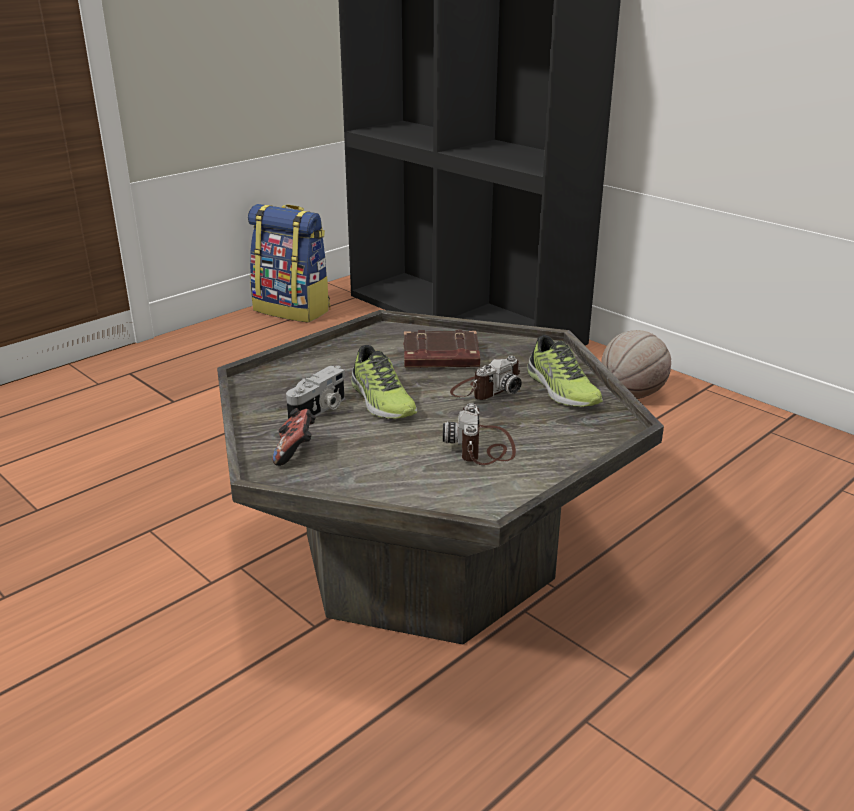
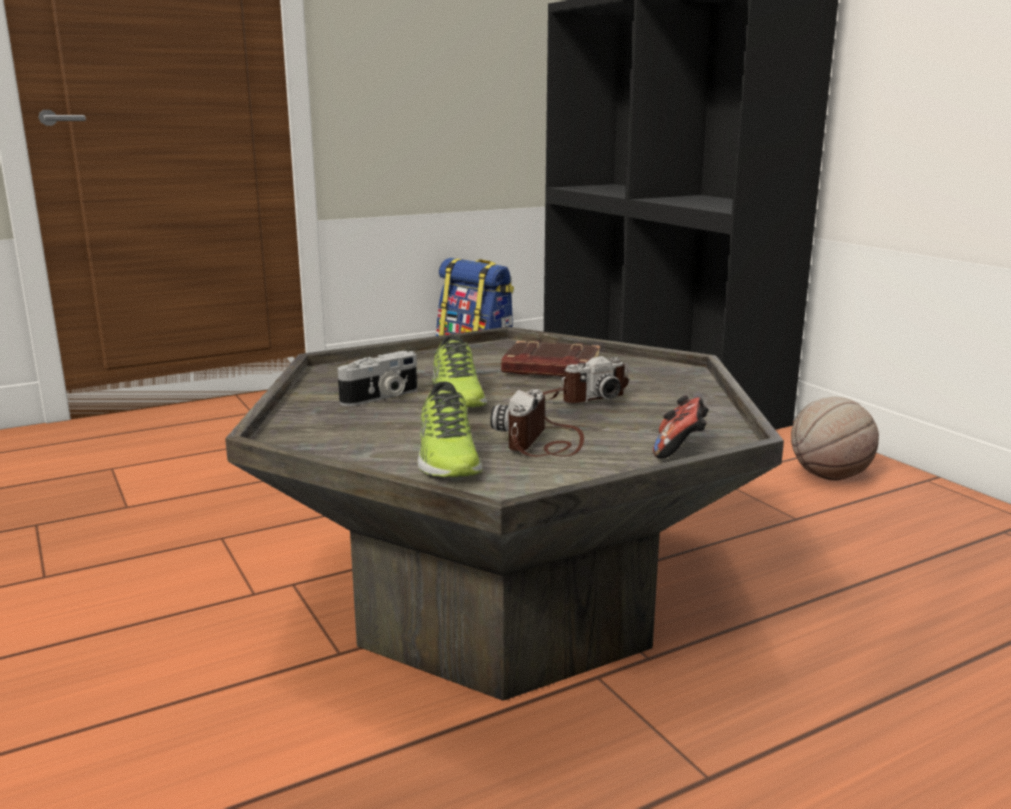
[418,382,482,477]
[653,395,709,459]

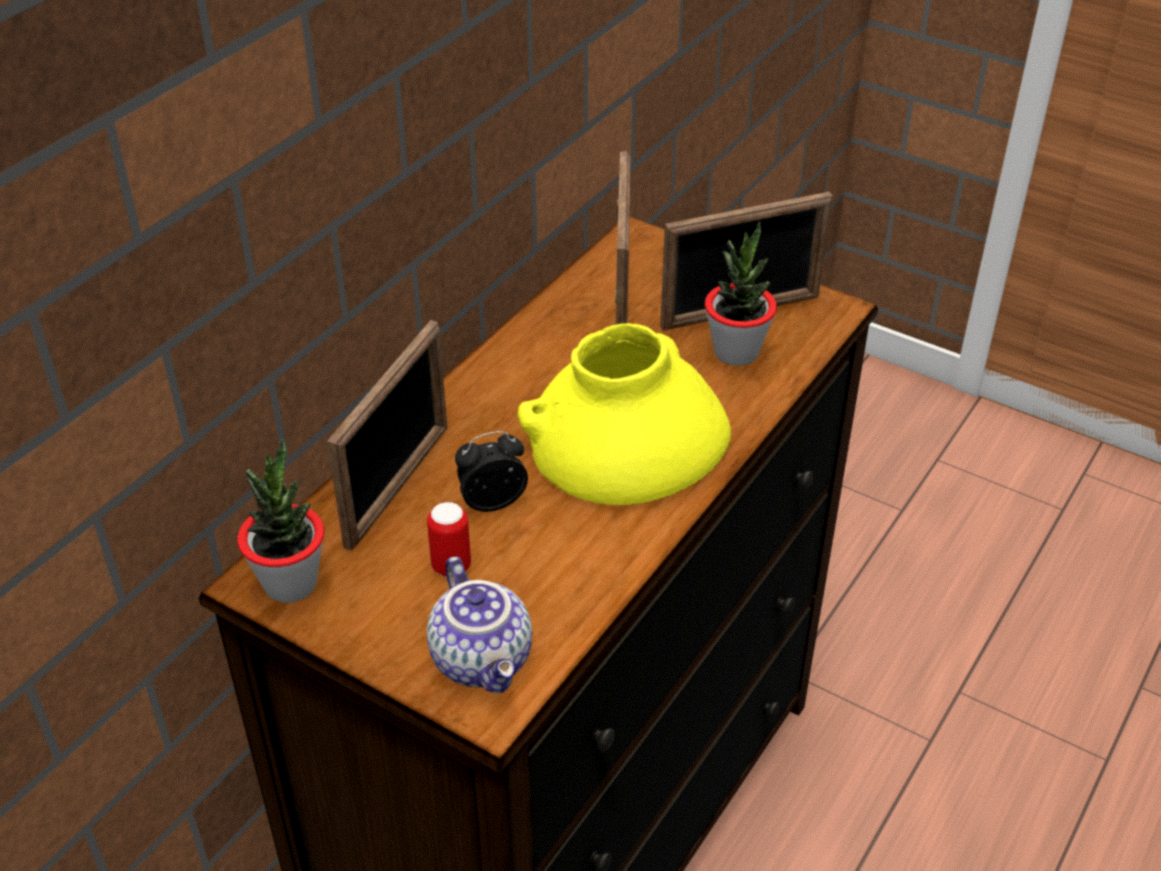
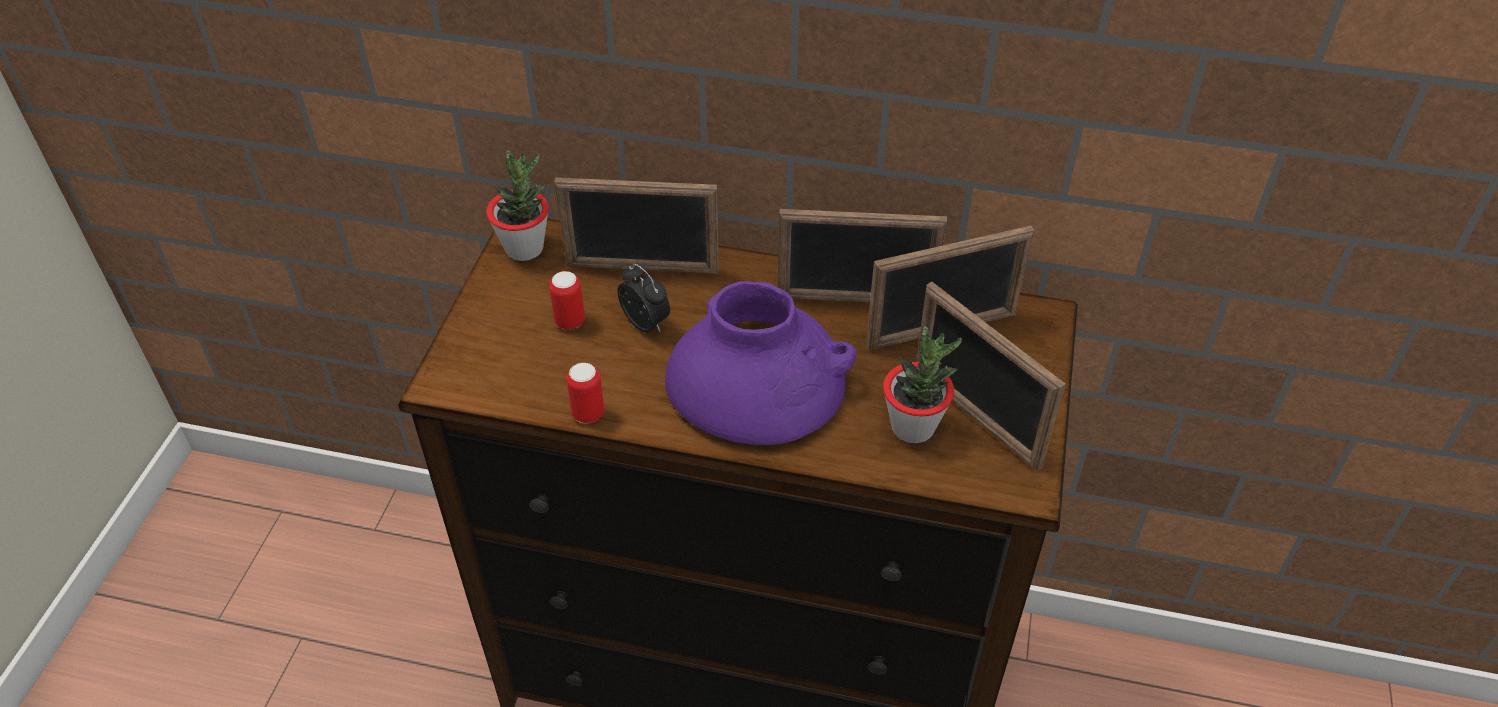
[665,281,856,445]
[427,556,533,694] (first image)
[778,209,947,303]
[566,363,604,423]

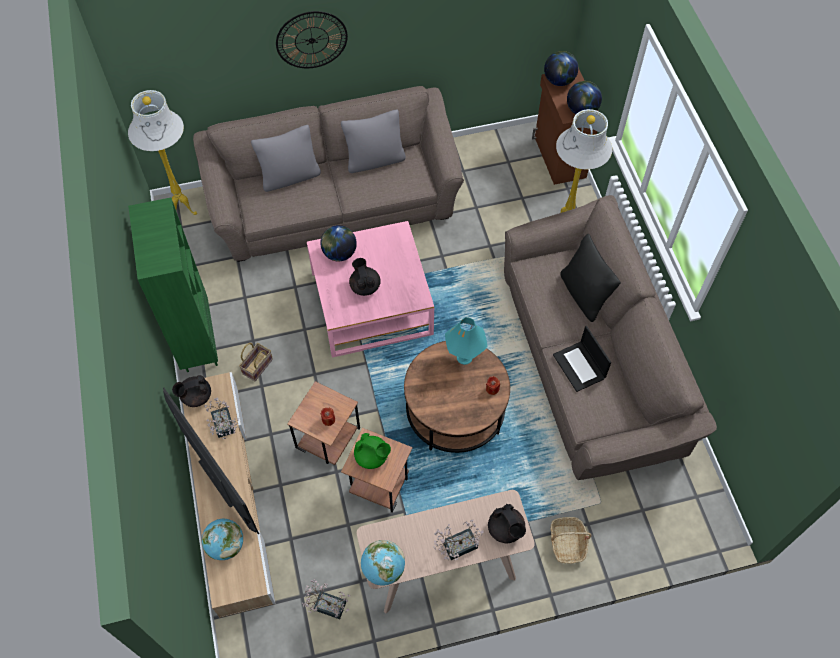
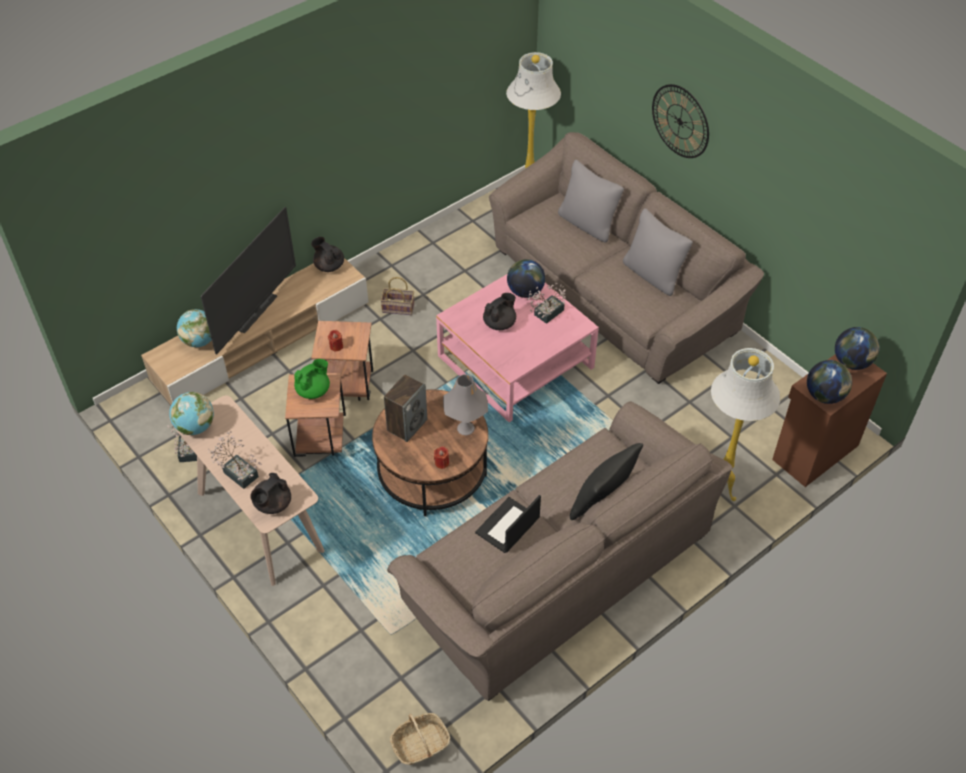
[128,198,218,372] (first image)
[443,374,488,435]
[527,283,566,324]
[294,359,330,399]
[390,713,450,765]
[384,374,427,442]

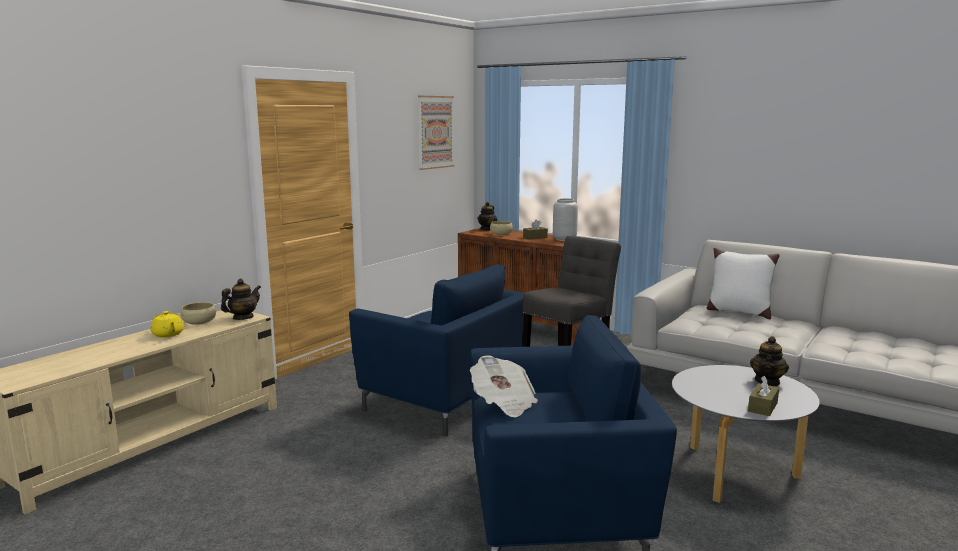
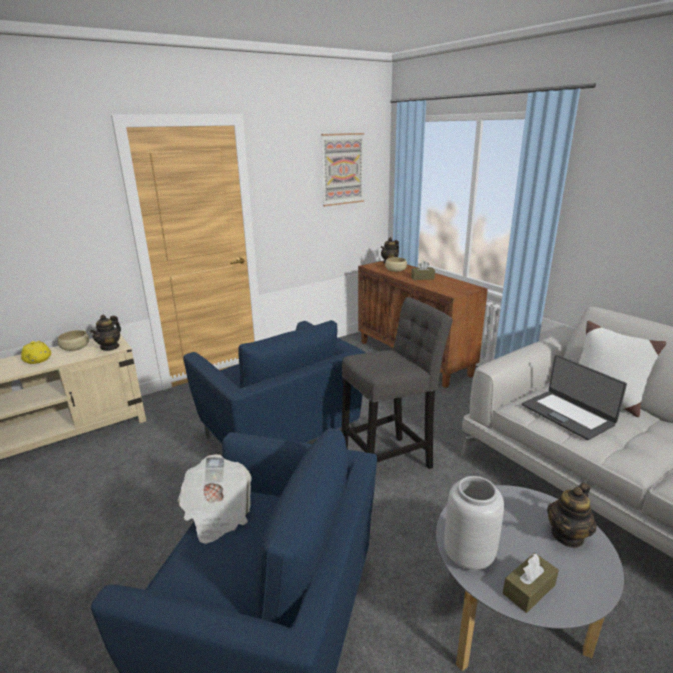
[444,476,504,570]
[90,315,121,351]
[522,355,627,440]

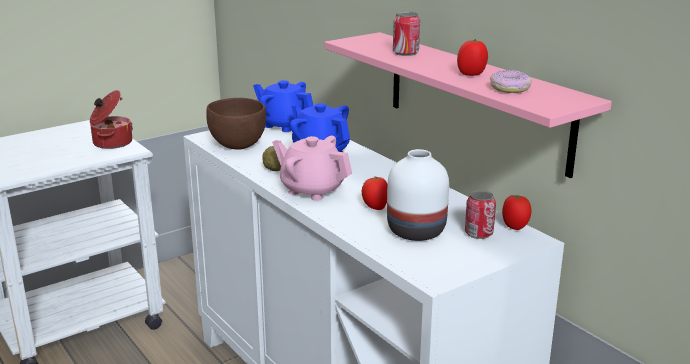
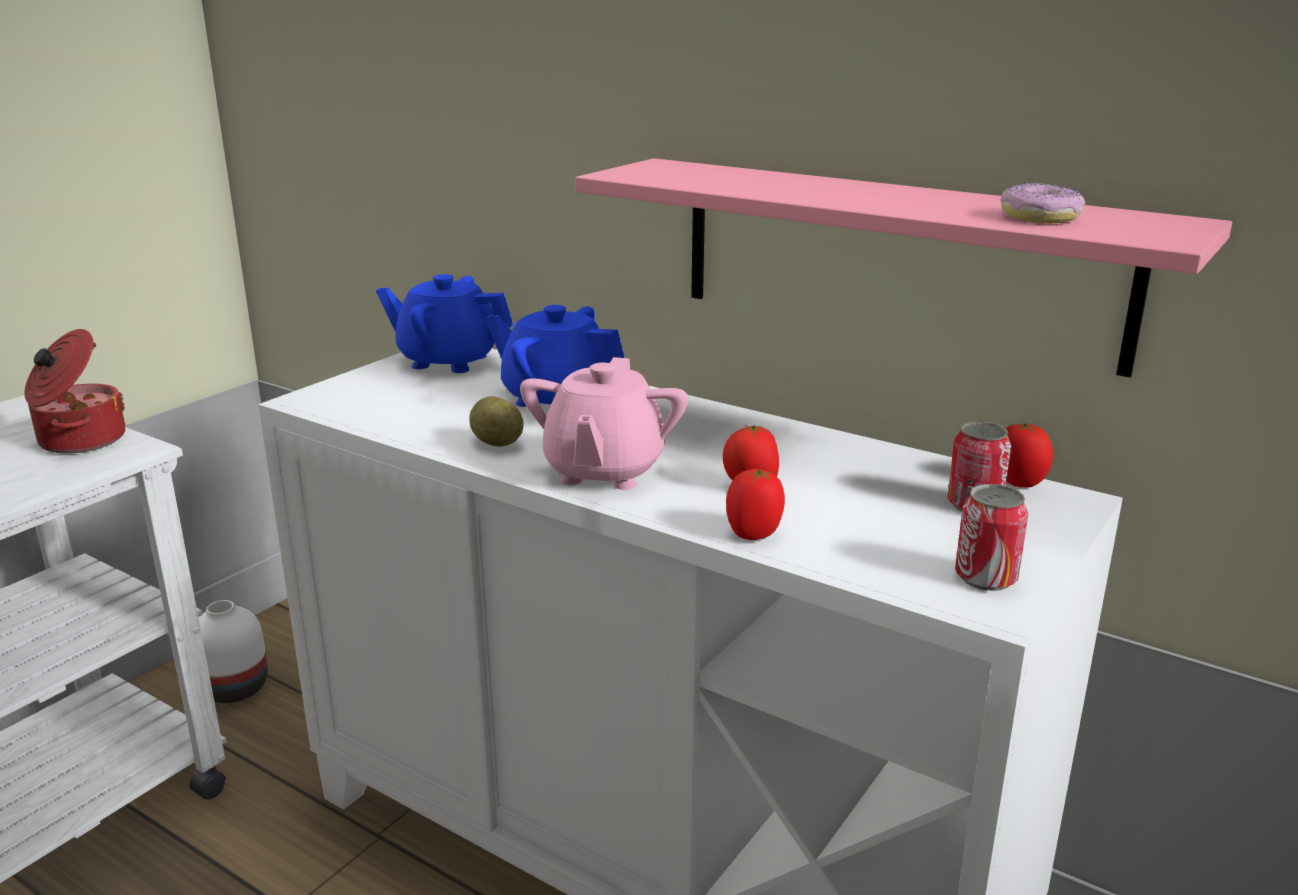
[955,484,1029,591]
[726,468,785,540]
[206,98,266,150] (first image)
[520,357,688,490]
[198,600,268,703]

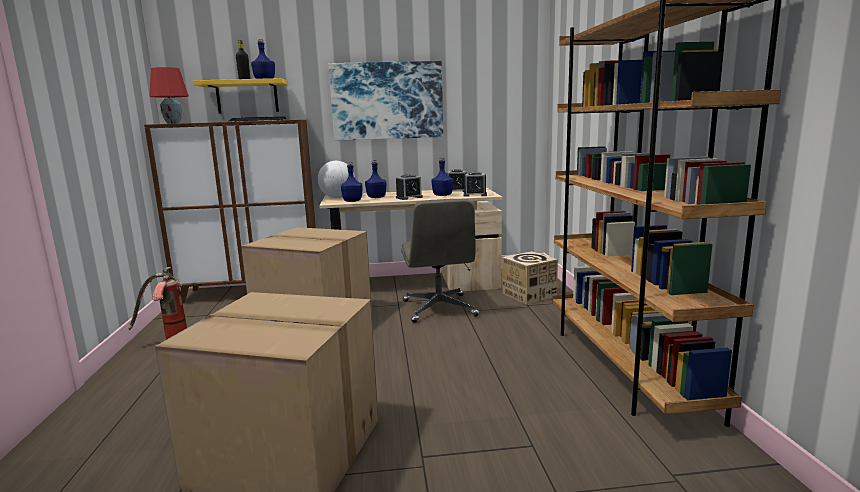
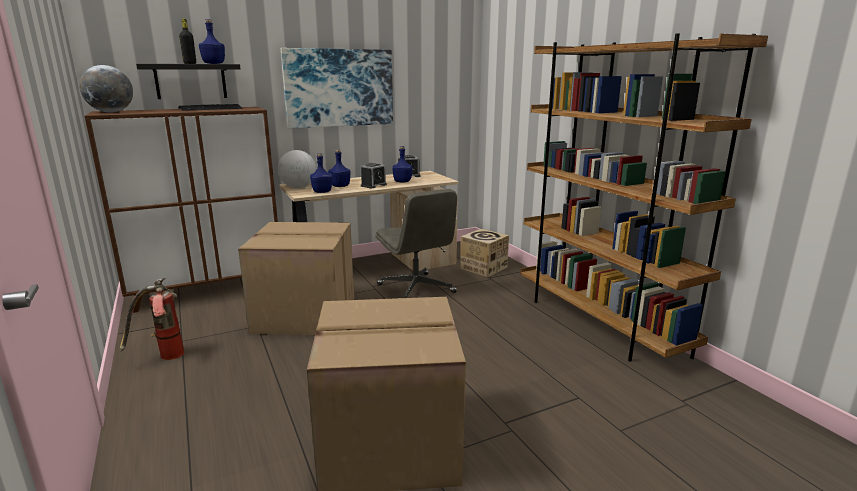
[79,65,133,113]
[136,64,240,99]
[464,172,487,197] (first image)

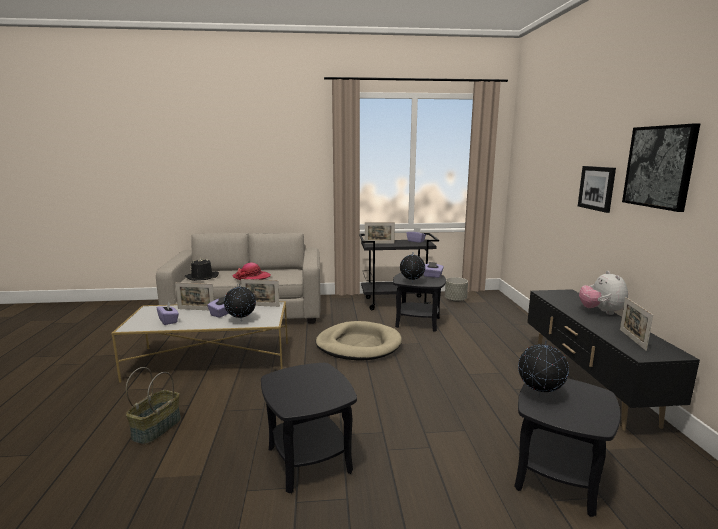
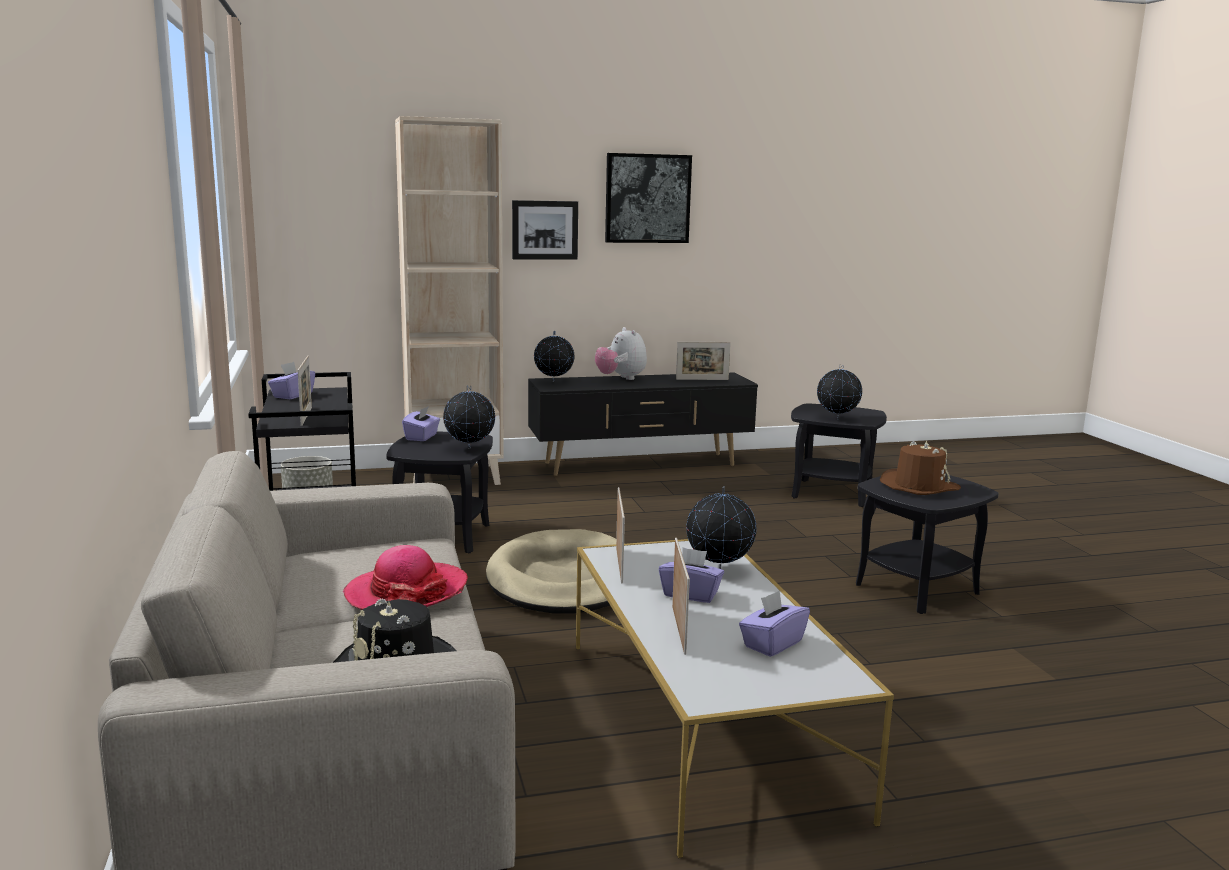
[595,327,647,380]
[126,367,181,444] (first image)
[395,116,504,485]
[534,331,575,382]
[880,440,961,495]

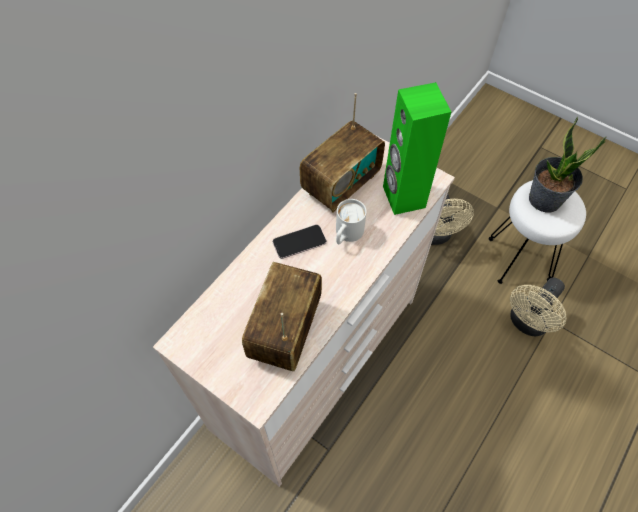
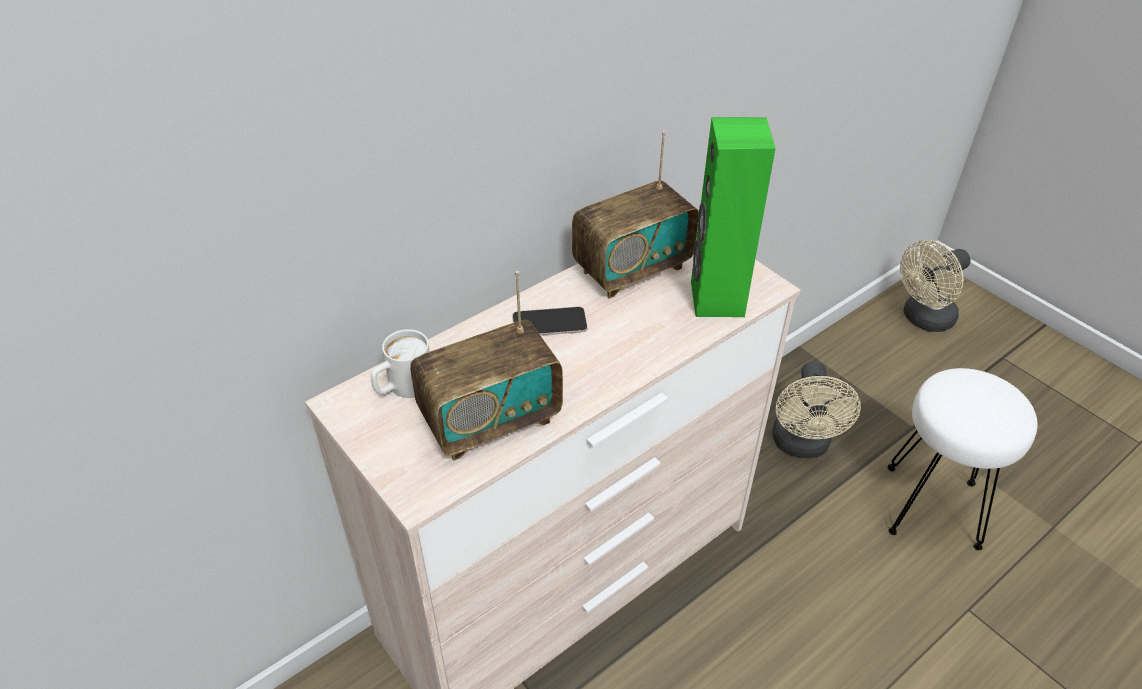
[529,116,606,213] (first image)
[371,329,430,398]
[410,271,563,461]
[900,240,971,332]

